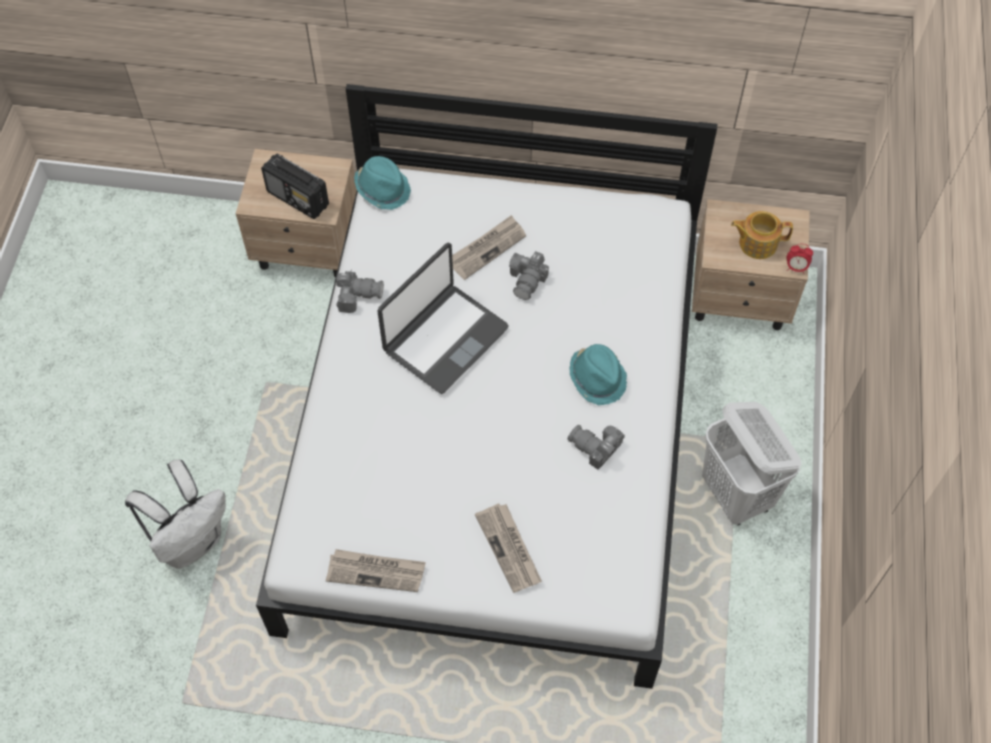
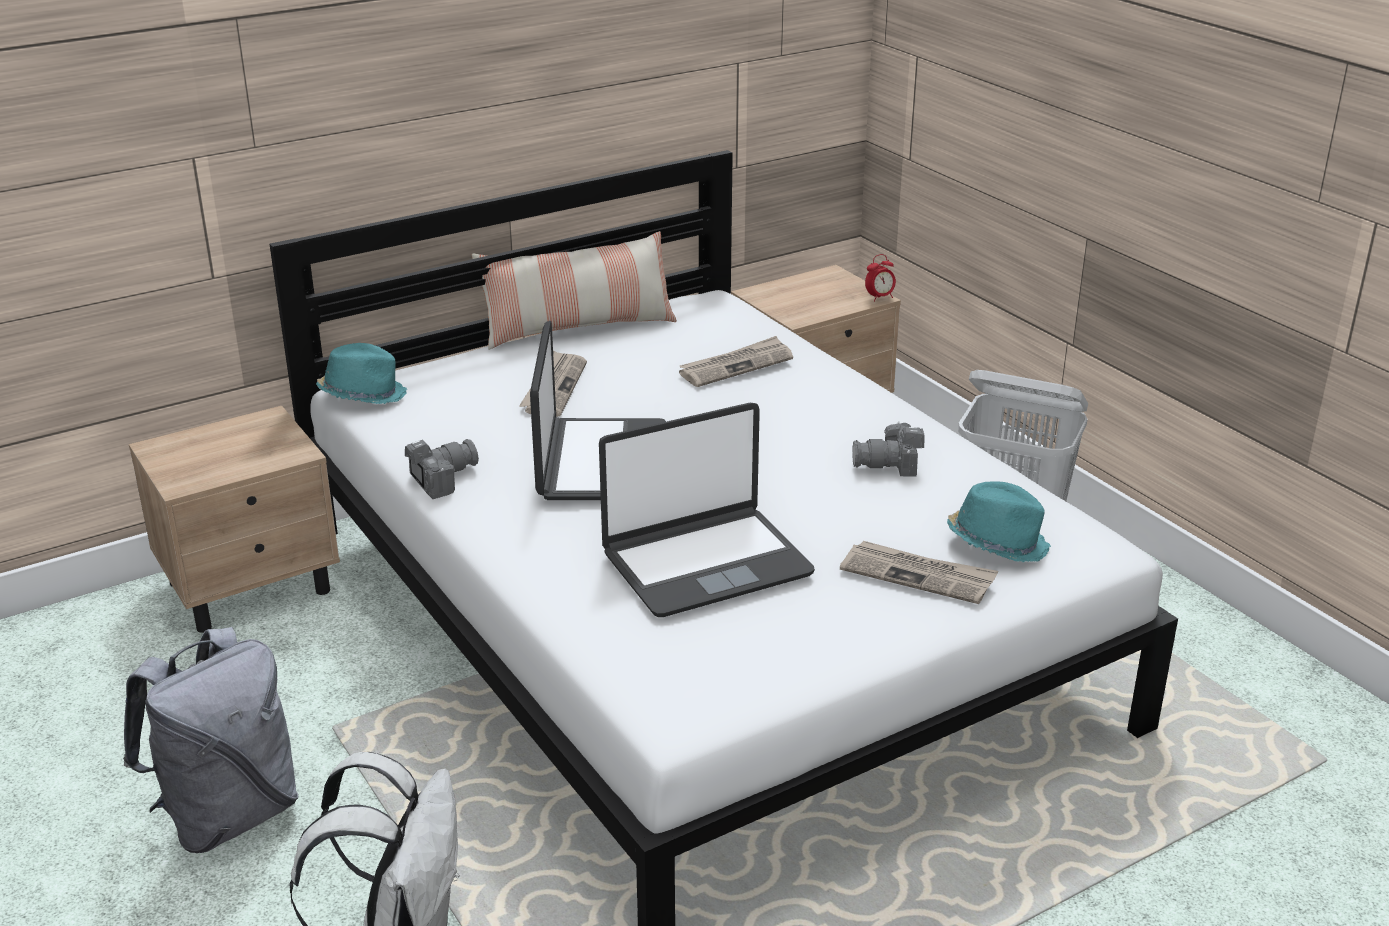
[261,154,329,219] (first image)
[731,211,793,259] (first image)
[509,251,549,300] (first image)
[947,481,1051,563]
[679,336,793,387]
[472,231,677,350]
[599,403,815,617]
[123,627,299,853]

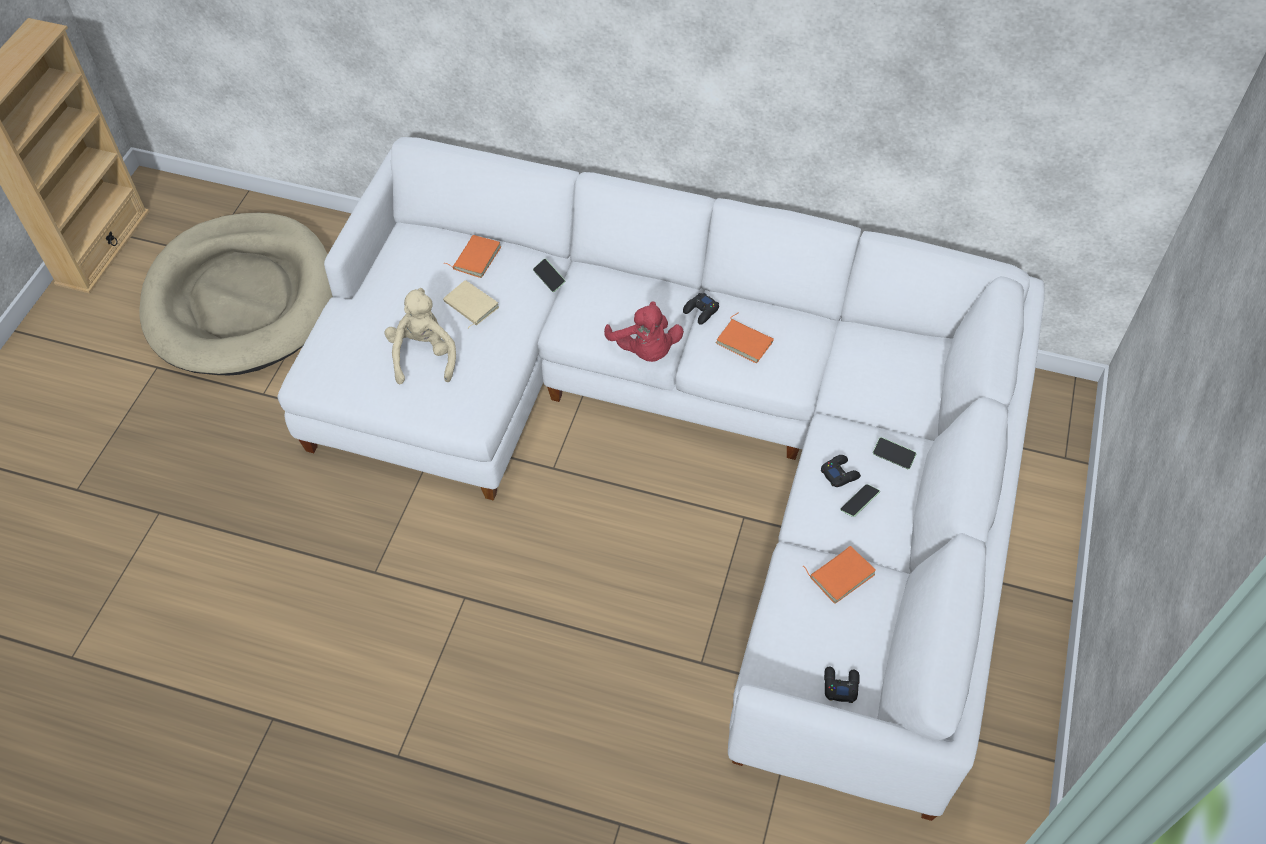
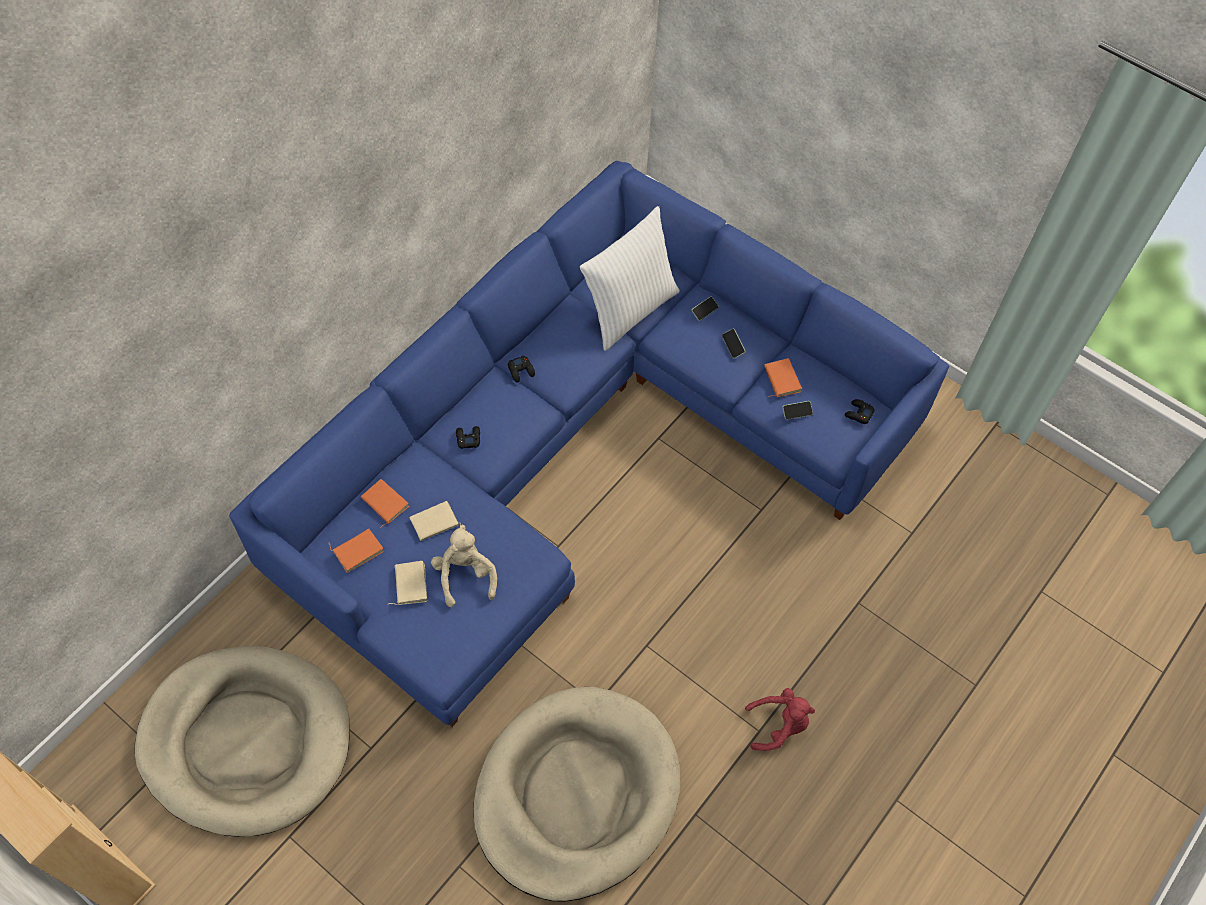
[229,161,949,727]
[783,401,813,420]
[431,525,497,607]
[745,688,815,751]
[328,529,384,573]
[456,426,480,449]
[580,206,680,351]
[388,561,427,605]
[474,687,680,902]

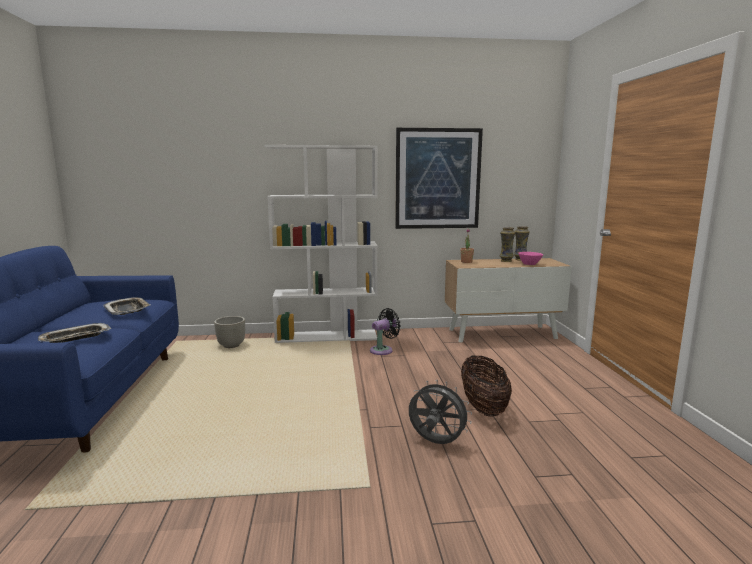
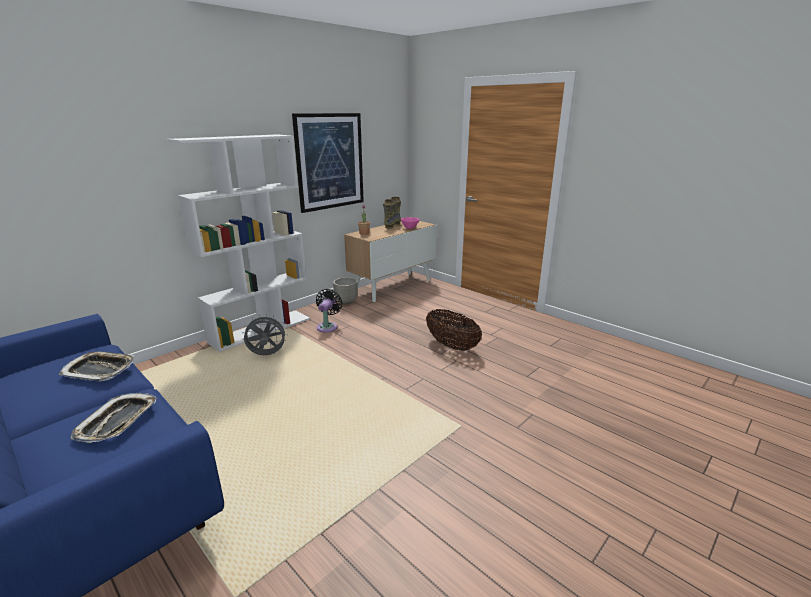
[333,277,358,305]
[242,314,288,355]

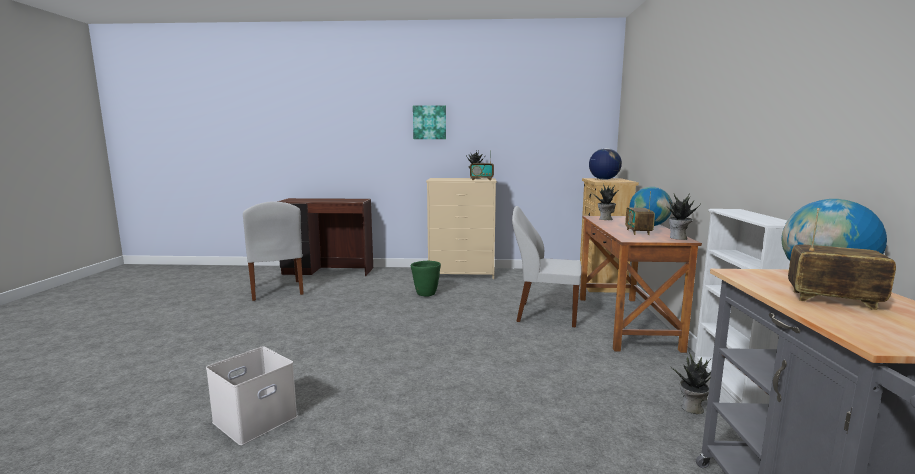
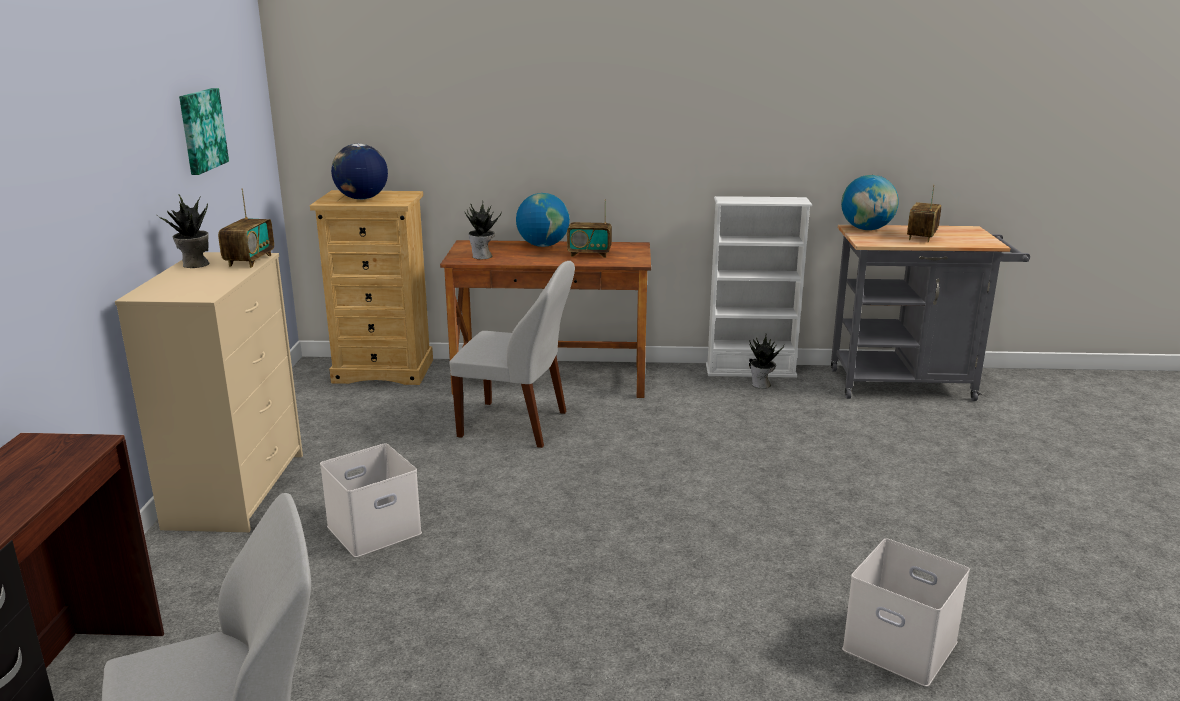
[179,88,229,175]
[667,193,700,240] (first image)
[449,261,575,448]
[320,443,422,557]

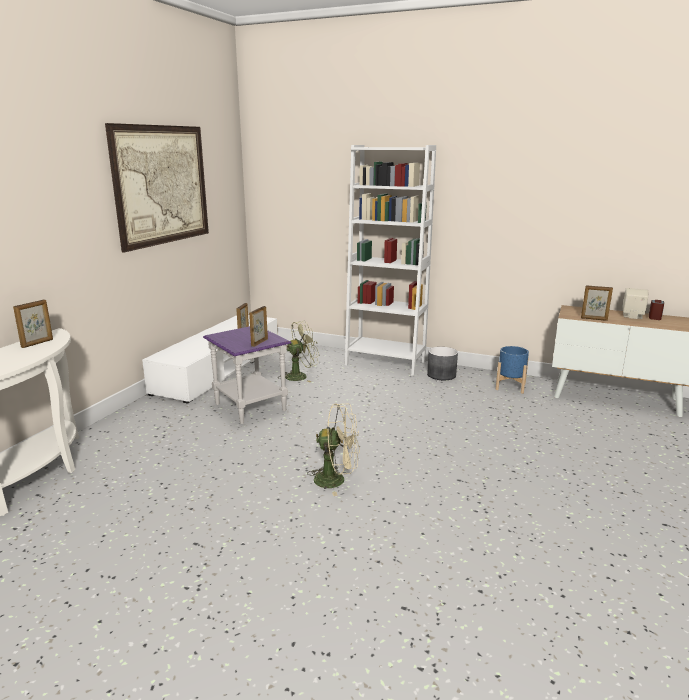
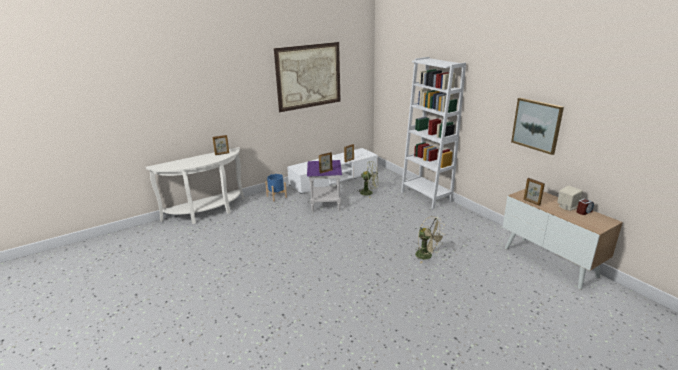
[265,174,287,202]
[427,347,458,380] (first image)
[415,216,445,264]
[511,98,564,155]

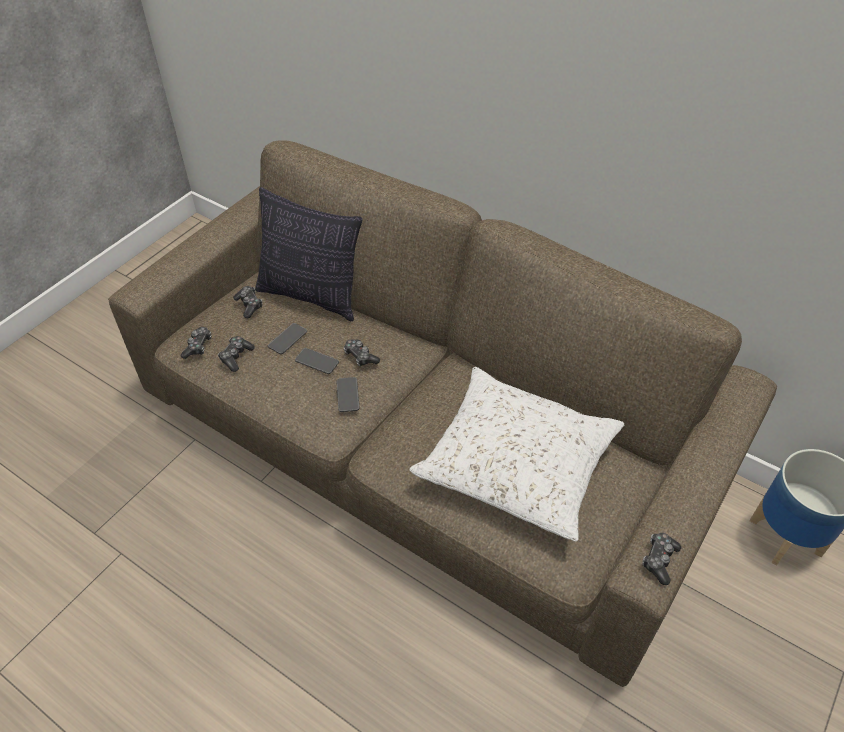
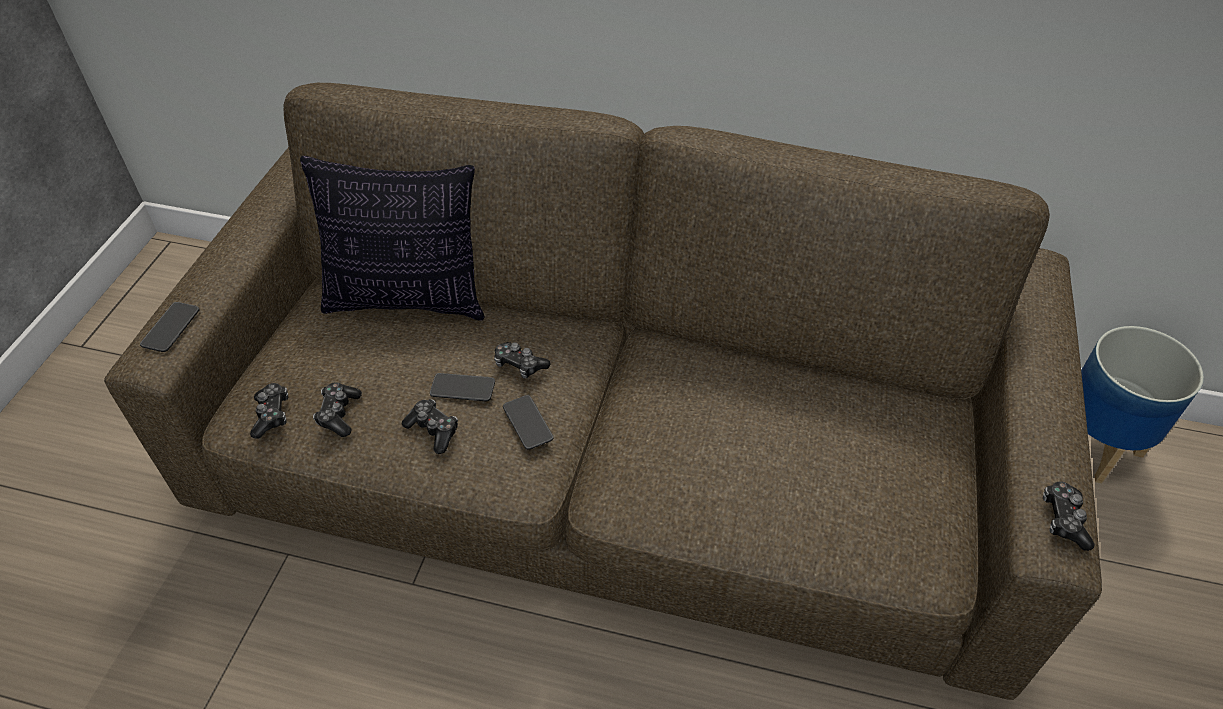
[402,399,458,454]
[140,302,200,352]
[410,367,624,542] (first image)

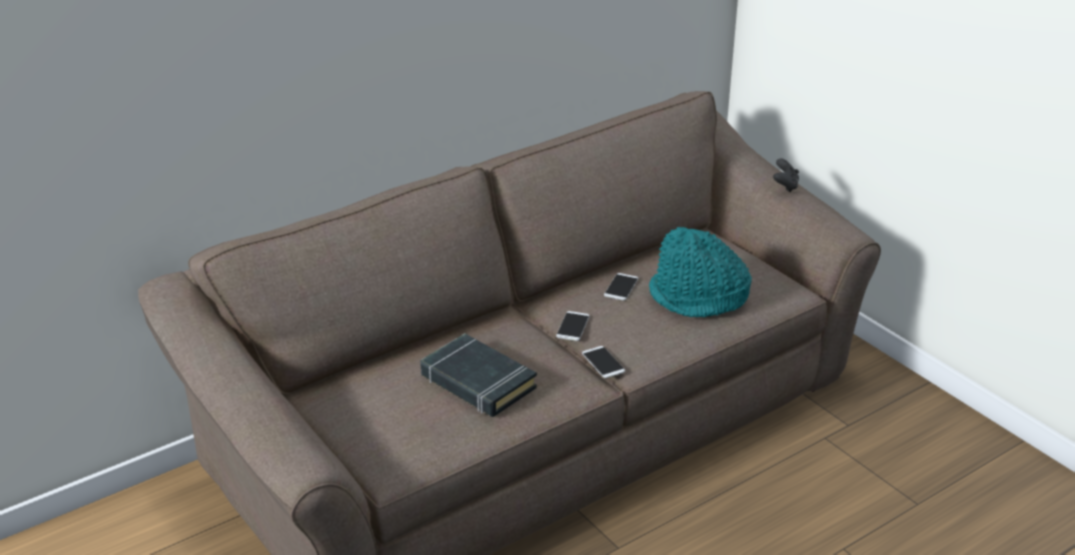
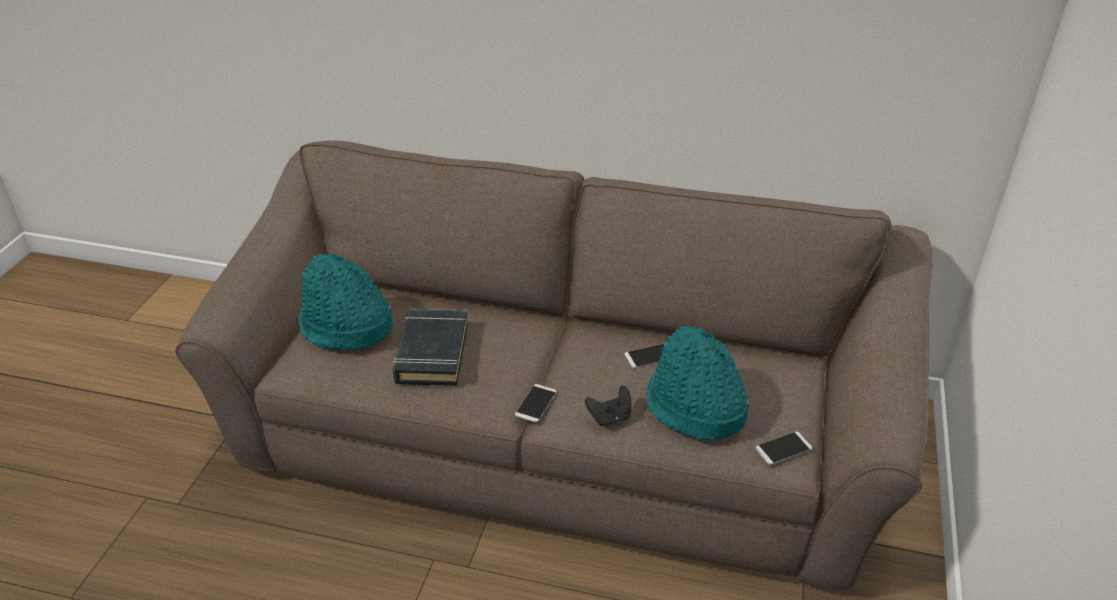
[585,386,631,426]
[756,432,812,465]
[299,253,393,350]

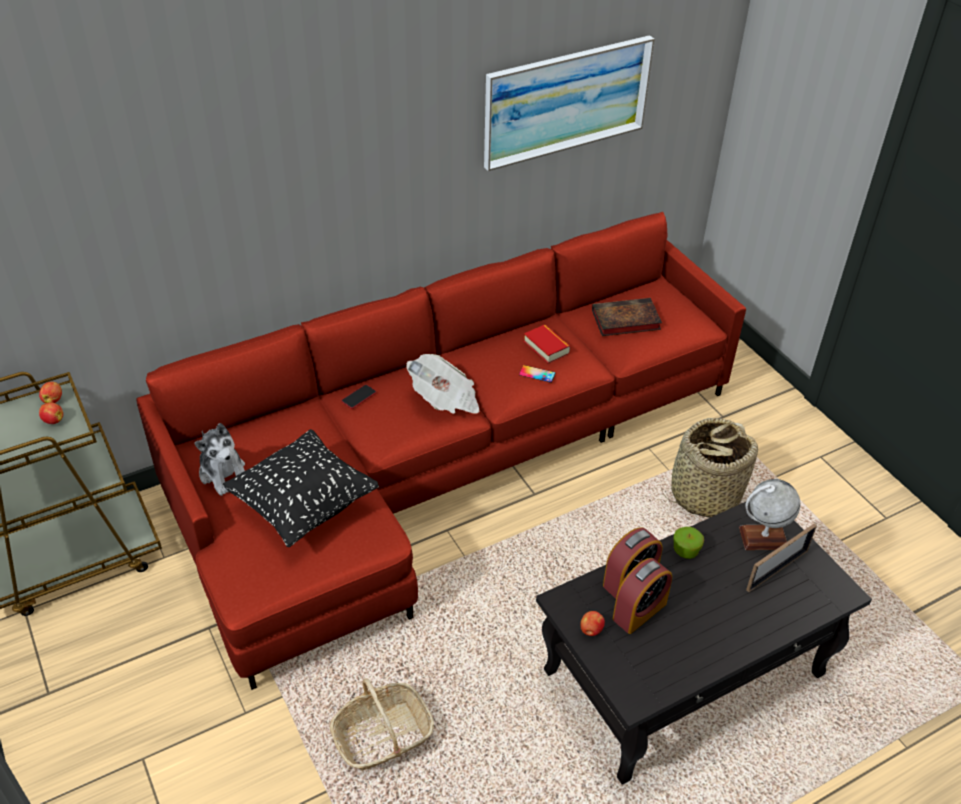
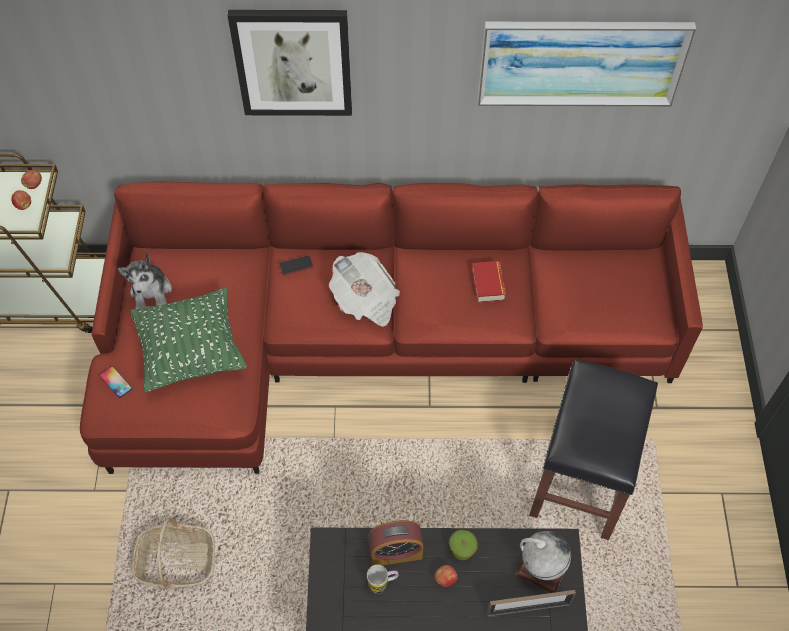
[592,298,662,336] (first image)
[100,366,132,398]
[529,359,658,540]
[130,288,246,392]
[367,565,398,594]
[434,565,458,587]
[228,10,352,116]

